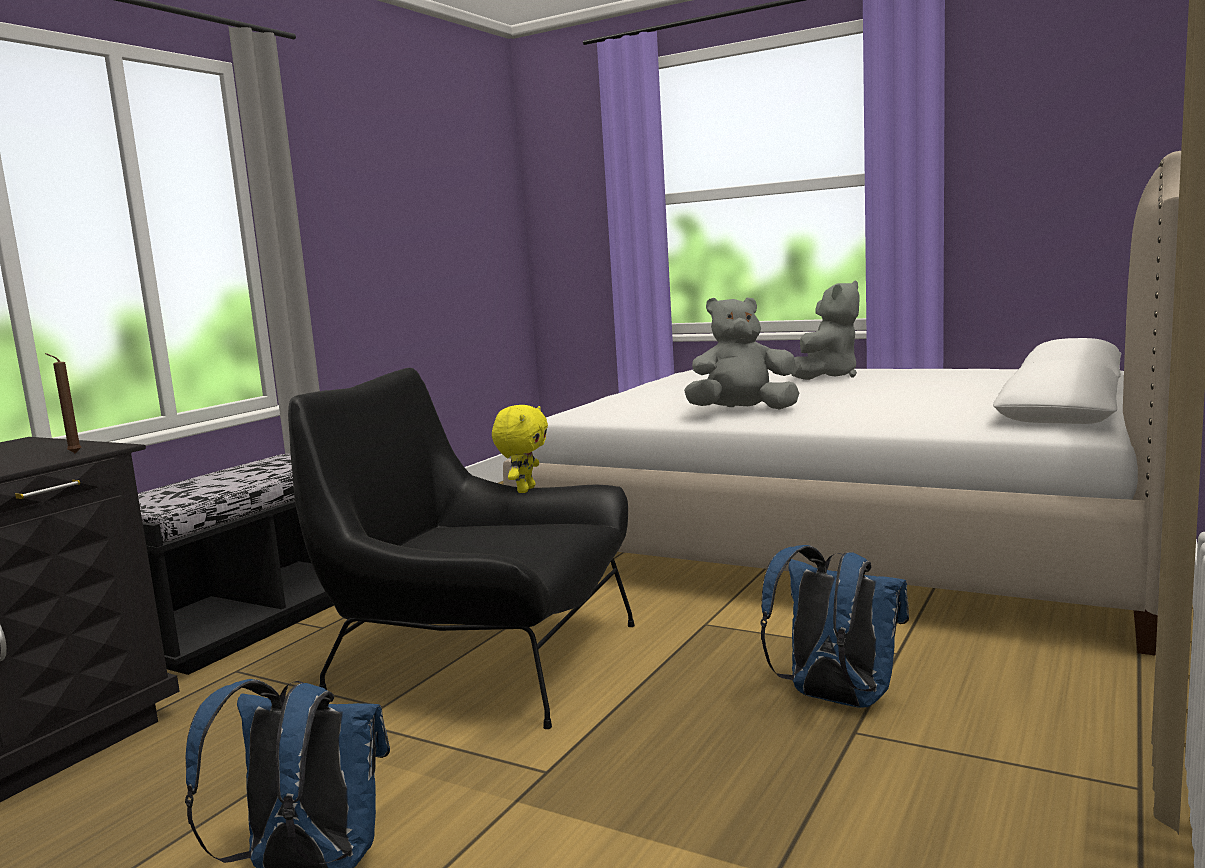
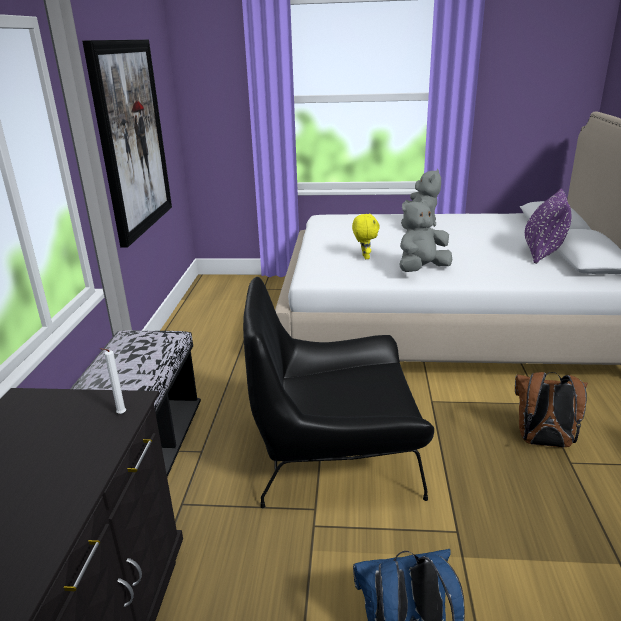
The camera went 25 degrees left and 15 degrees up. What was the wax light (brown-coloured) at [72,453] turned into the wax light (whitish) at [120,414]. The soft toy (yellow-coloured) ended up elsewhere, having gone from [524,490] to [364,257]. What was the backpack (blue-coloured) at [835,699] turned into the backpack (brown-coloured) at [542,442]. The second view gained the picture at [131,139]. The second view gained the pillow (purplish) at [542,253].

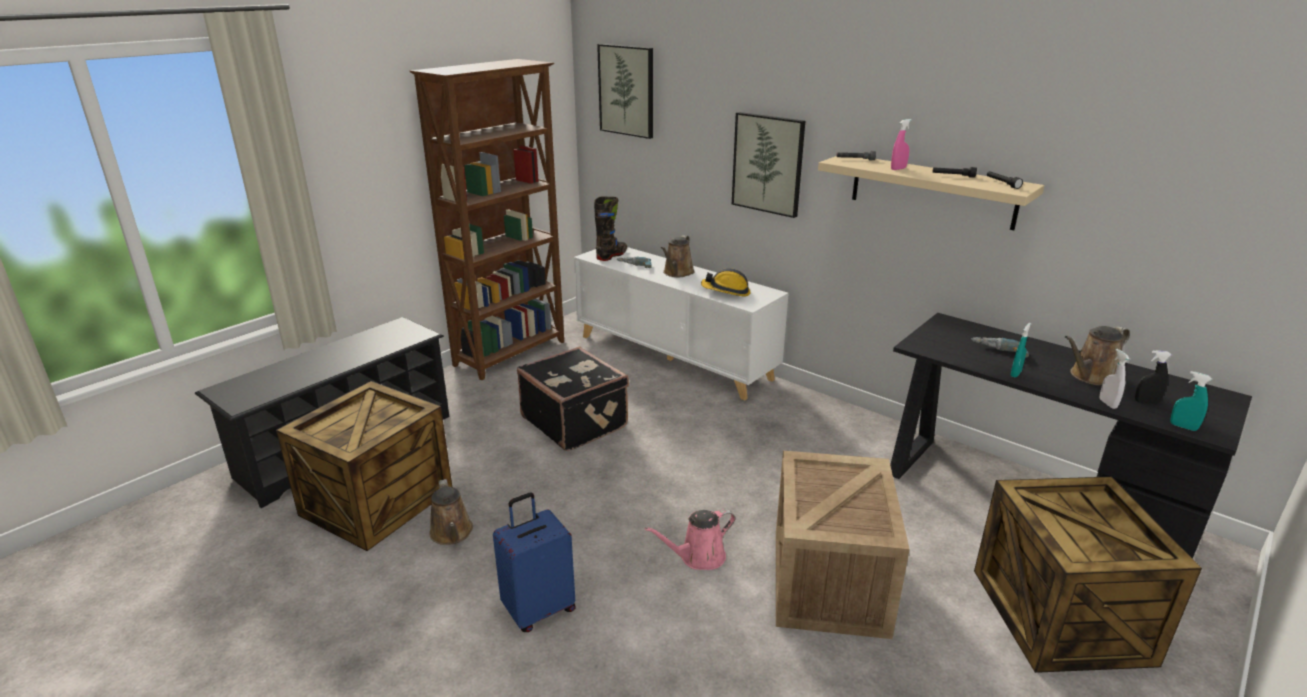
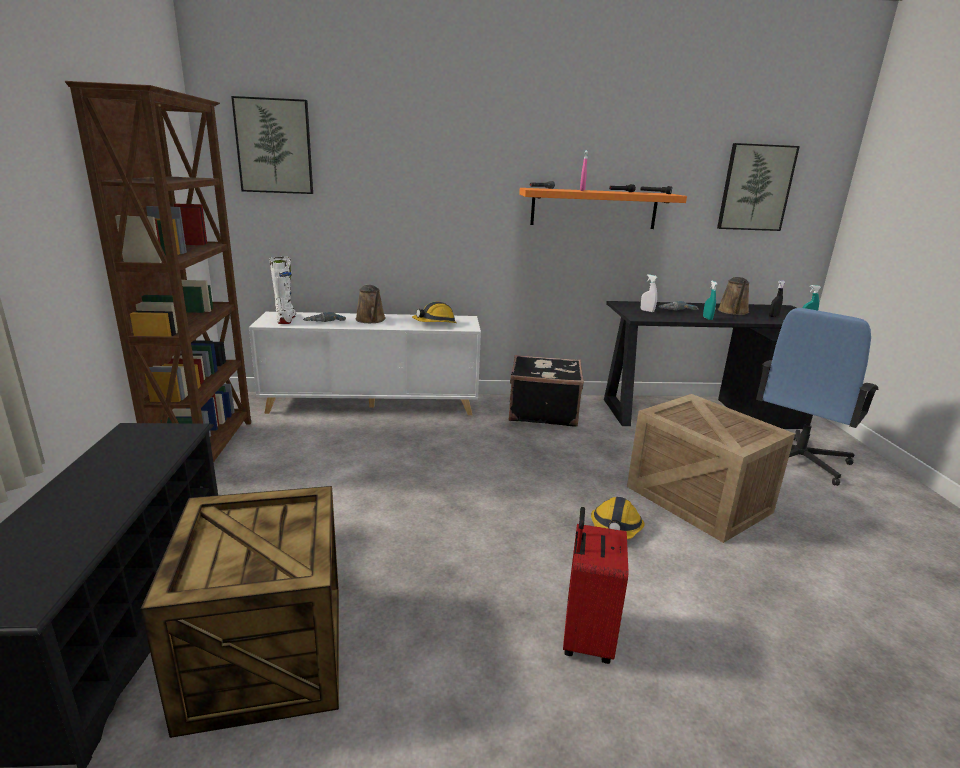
The camera went 45 degrees left and 5 degrees down. The second view lost the sprinkling can (brown-coloured) at [452,533]. What was the piece of luggage (blue-coloured) at [539,609] turned into the piece of luggage (red) at [585,638]. The piece of luggage (black) ended up elsewhere, having gone from [575,421] to [542,411]. What was the tall boot (black) at [612,255] turned into the tall boot (whitish) at [286,319]. Where the sprinkling can (pink-coloured) stood at [698,557], the hard hat came to stand at [616,528]. The picture ended up elsewhere, having gone from [768,164] to [755,188]. What was the shelf (beige) at [932,191] turned into the shelf (orangey) at [594,208]. Where the crate stood at [1057,615], the computer chair (blue-coloured) came to stand at [796,460]. The spray bottle (whitish) ended up elsewhere, having gone from [1107,403] to [647,311].

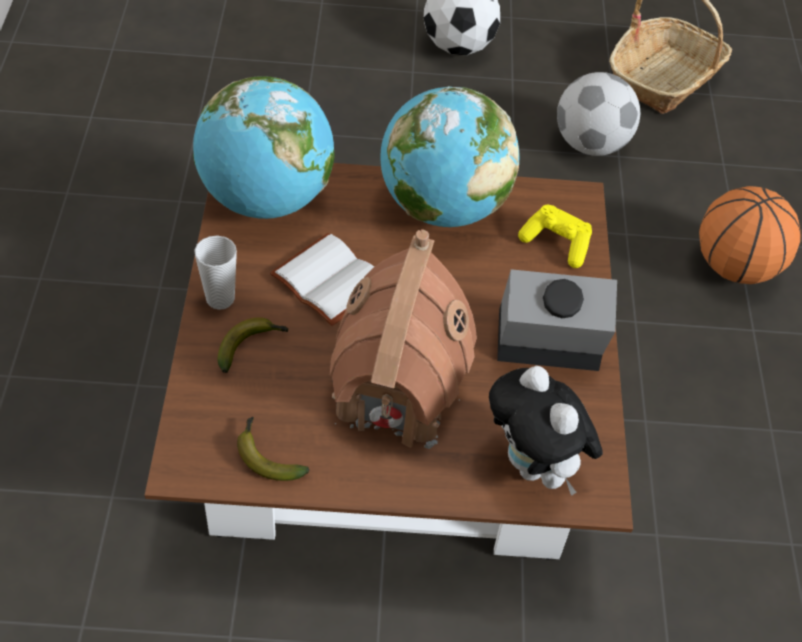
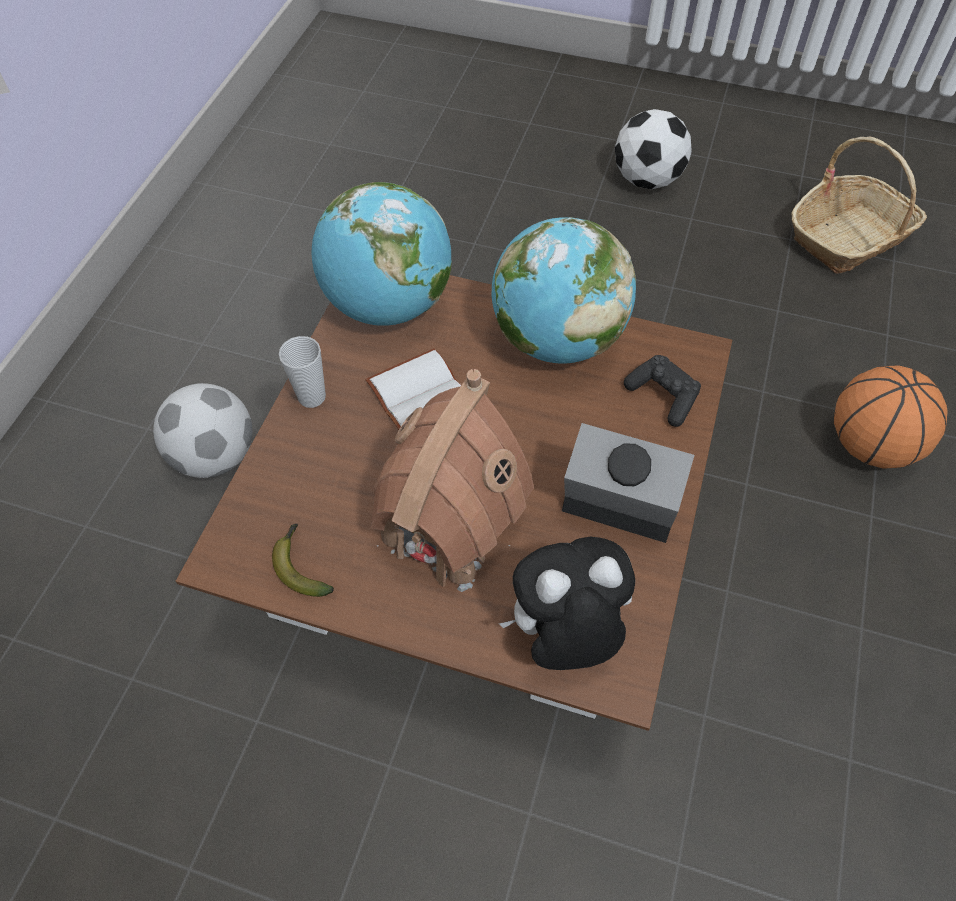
The camera went 20 degrees right and 5 degrees up. The second view lost the whole banana at [251,346]. The soft toy at [535,467] ended up facing another way, 90 degrees clockwise from before. What was the game controller (yellow-coloured) at [556,243] turned into the game controller (black) at [663,396]. The ball for football ended up elsewhere, having gone from [591,144] to [216,456].

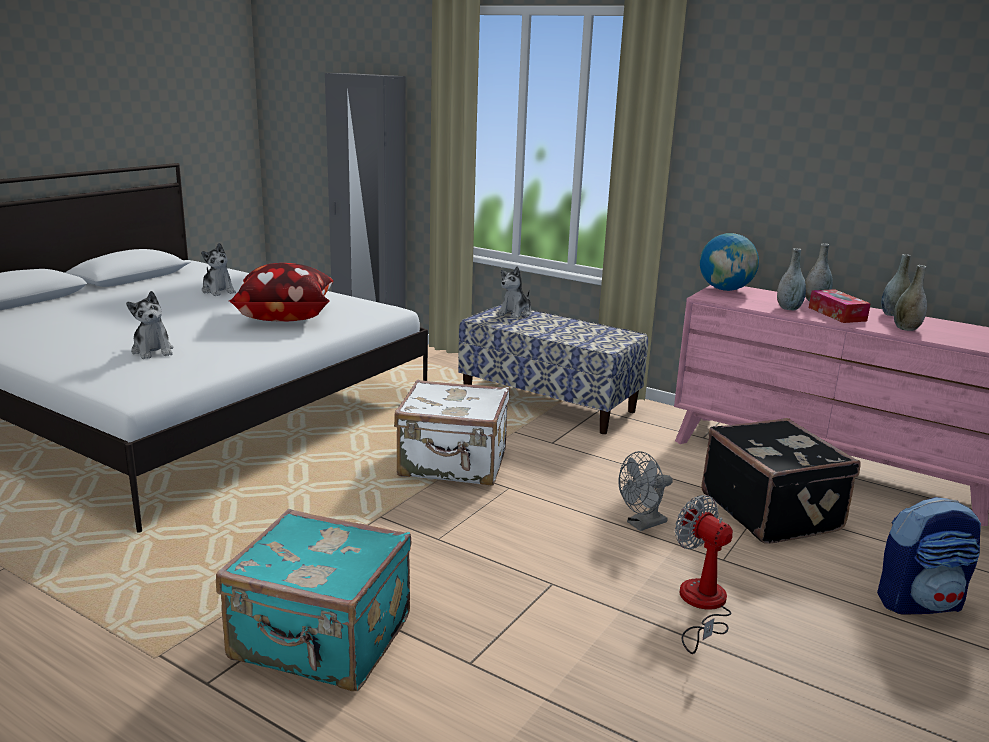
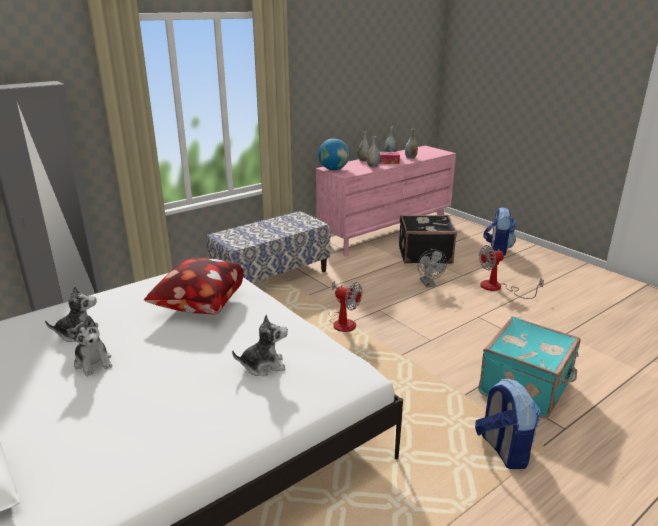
The camera went 70 degrees left and 5 degrees up. Where the piece of luggage (whitish) stood at [453,464], the cooling fan came to stand at [343,321]. The soft toy ended up elsewhere, having gone from [515,313] to [93,362]. The second view gained the backpack at [502,450].

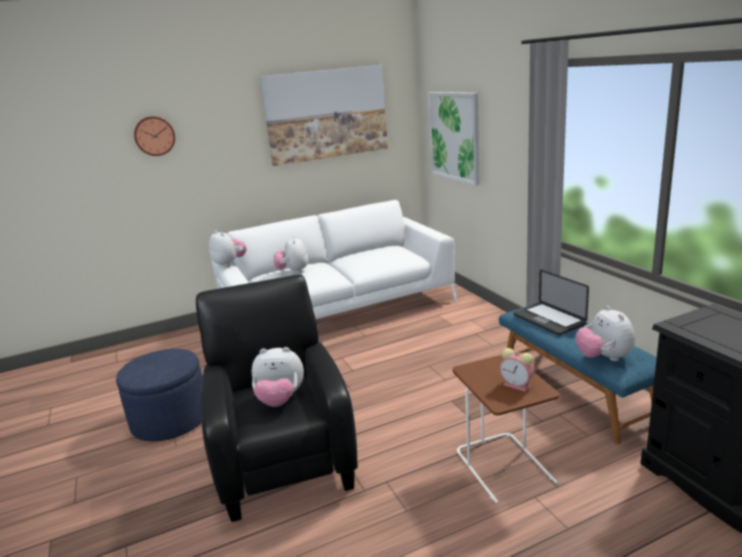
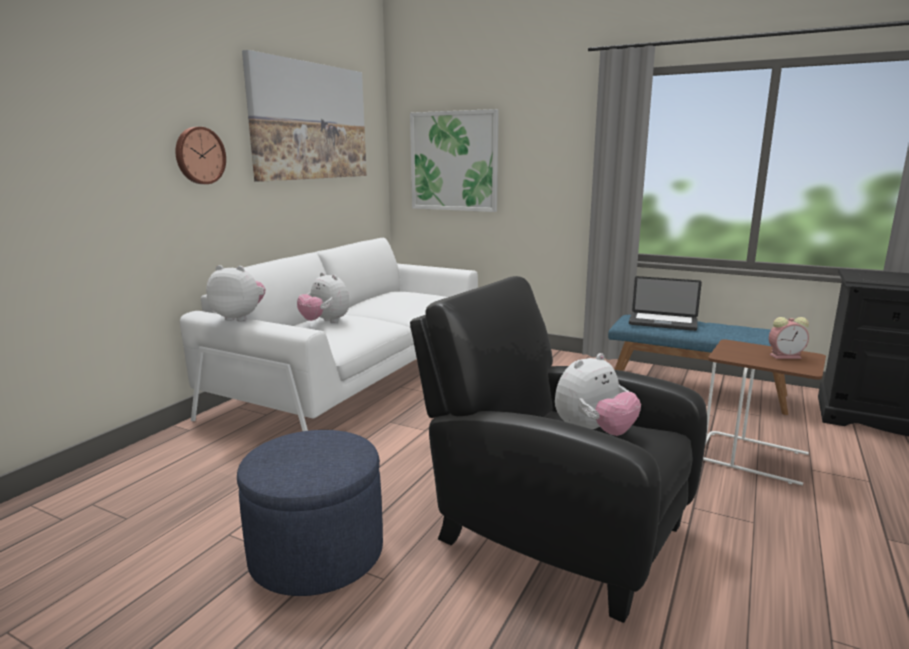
The camera went 40 degrees left and 5 degrees down. The clock on the wall ended up elsewhere, having gone from [154,136] to [199,155]. The second view lost the soft toy at [604,358].

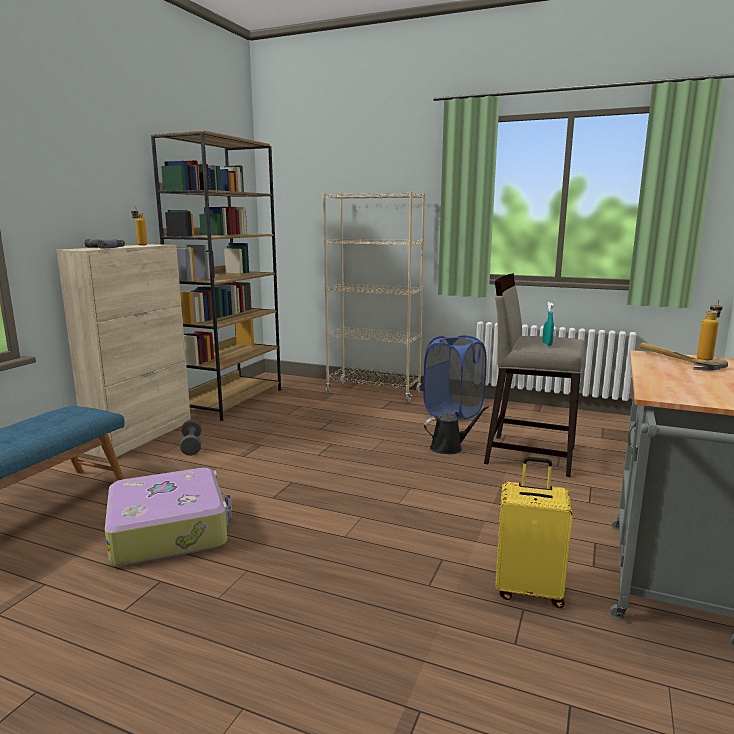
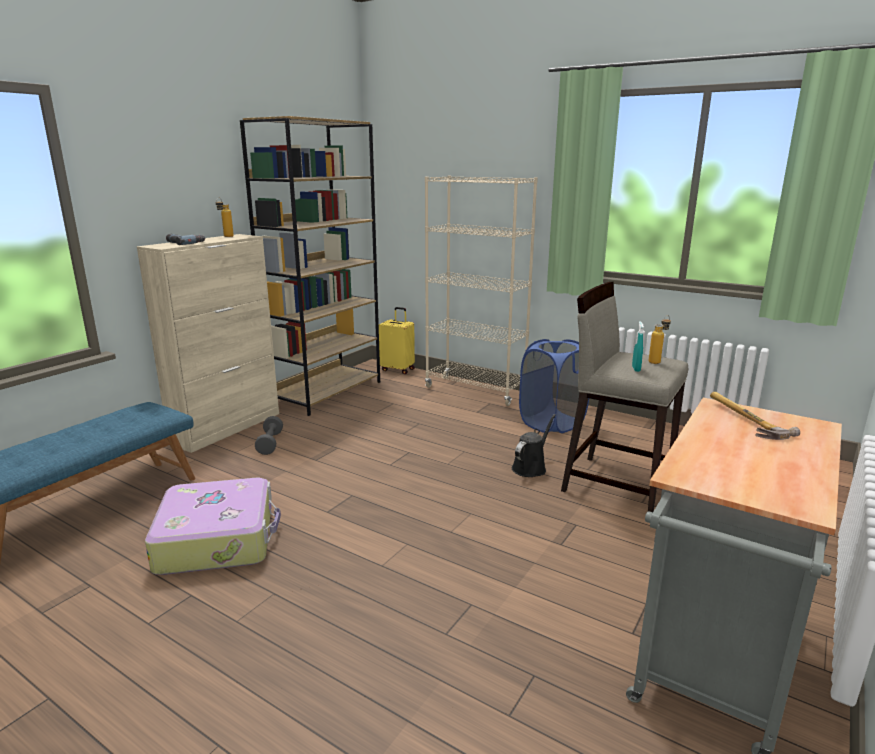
The camera went 10 degrees right and 5 degrees up. The sprinkling can (black) at [449,447] ended up facing another way, 45 degrees counterclockwise from before. The piece of luggage (yellow-coloured) ended up elsewhere, having gone from [529,589] to [398,369]. The bottle ended up elsewhere, having gone from [706,358] to [657,361].

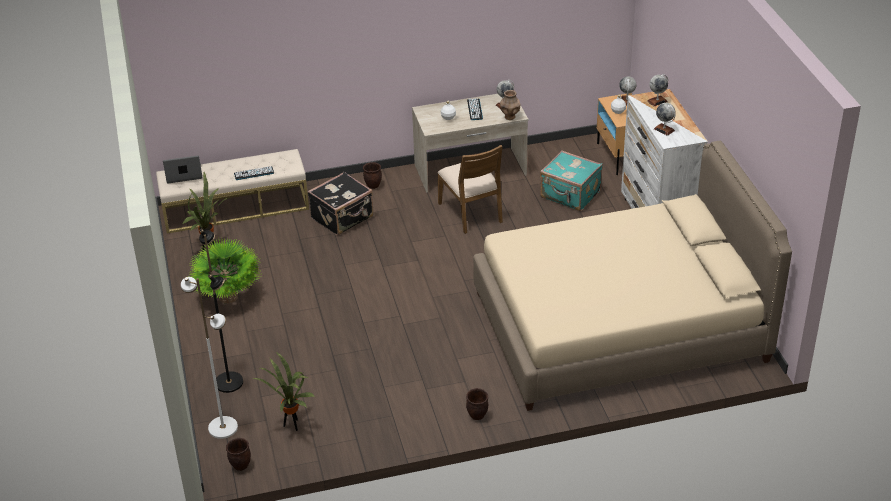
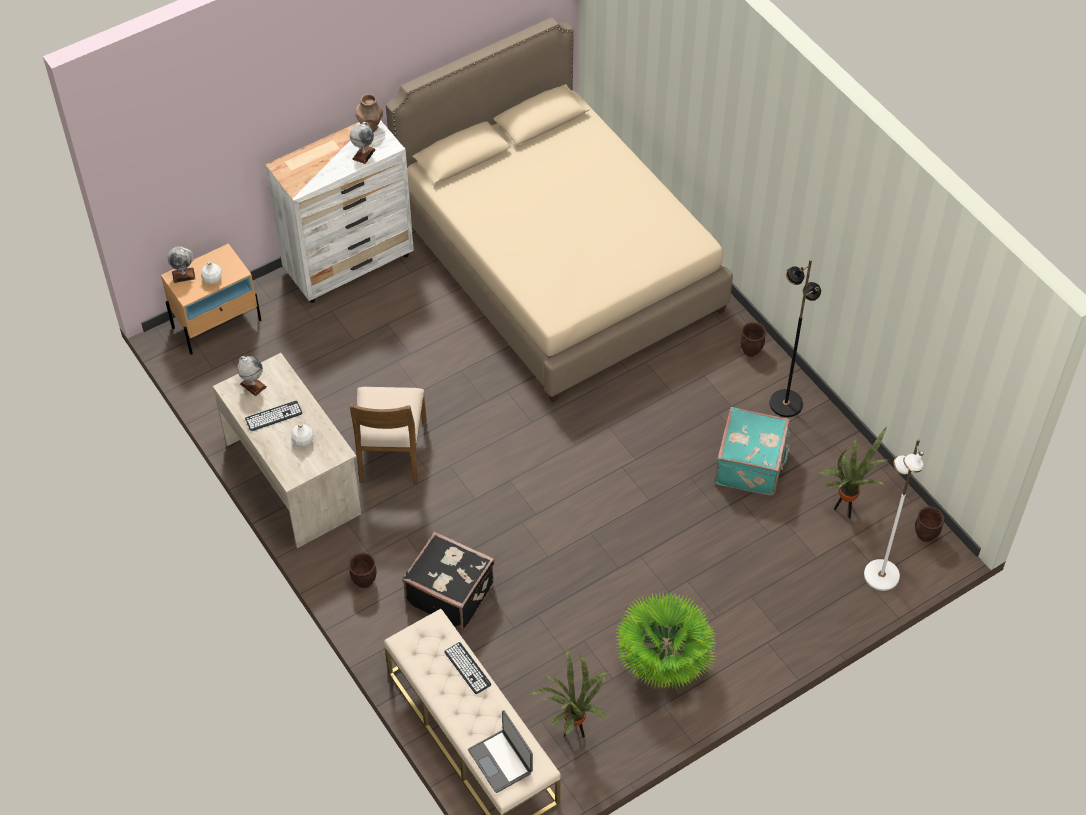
The camera went 110 degrees left and 15 degrees up. The floor lamp (black) ended up elsewhere, having gone from [229,382] to [785,403]. The plain chair (brown-coloured) at [471,212] ended up facing another way, 135 degrees clockwise from before. The decorative vase (brown-coloured) ended up elsewhere, having gone from [510,117] to [370,127]. The piece of luggage (turquoise-coloured) ended up elsewhere, having gone from [570,195] to [751,465]. The second view lost the world globe at [657,101].

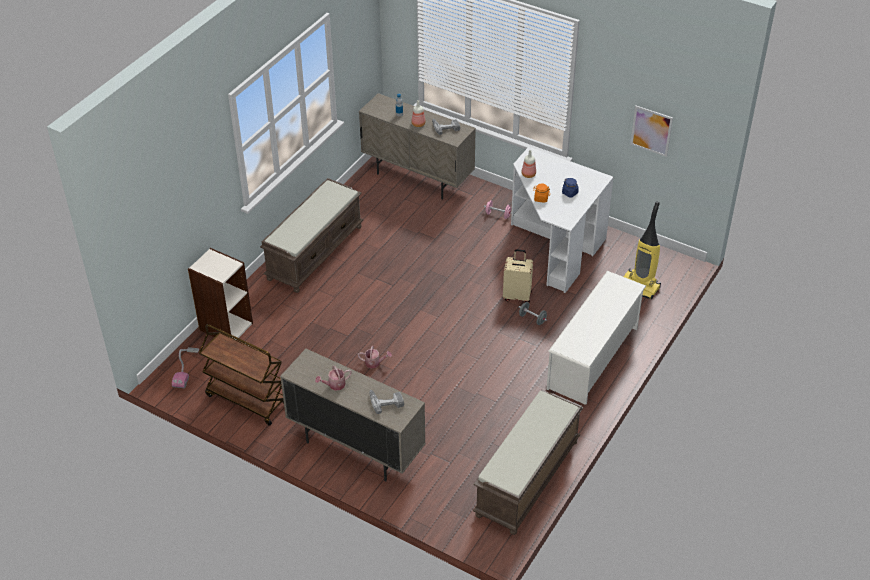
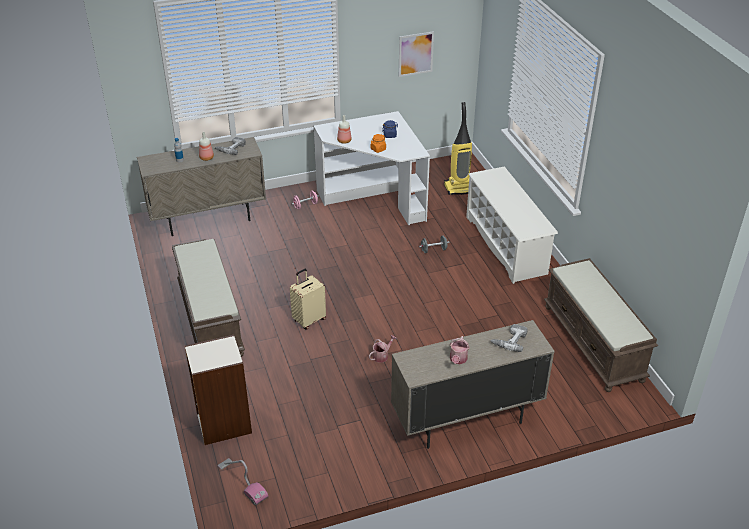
The camera went 50 degrees left and 5 degrees down. The second view lost the trolley (brown-coloured) at [246,400]. The piece of luggage (beige) ended up elsewhere, having gone from [517,296] to [309,320].

